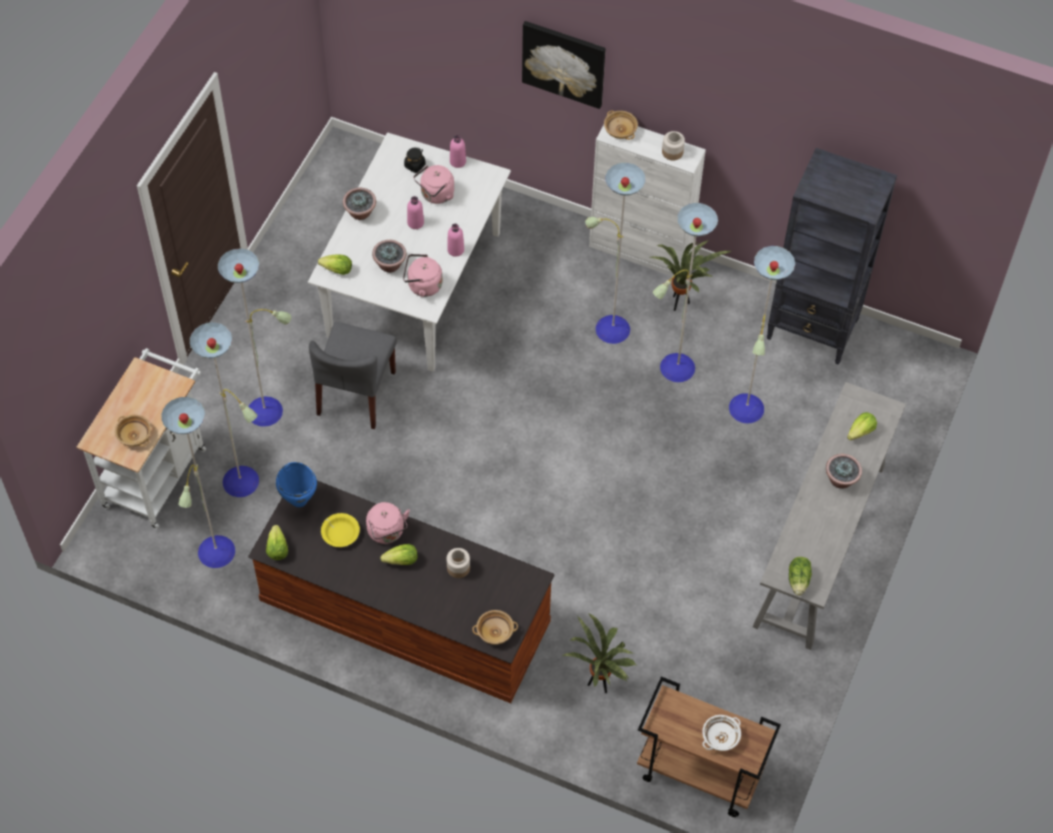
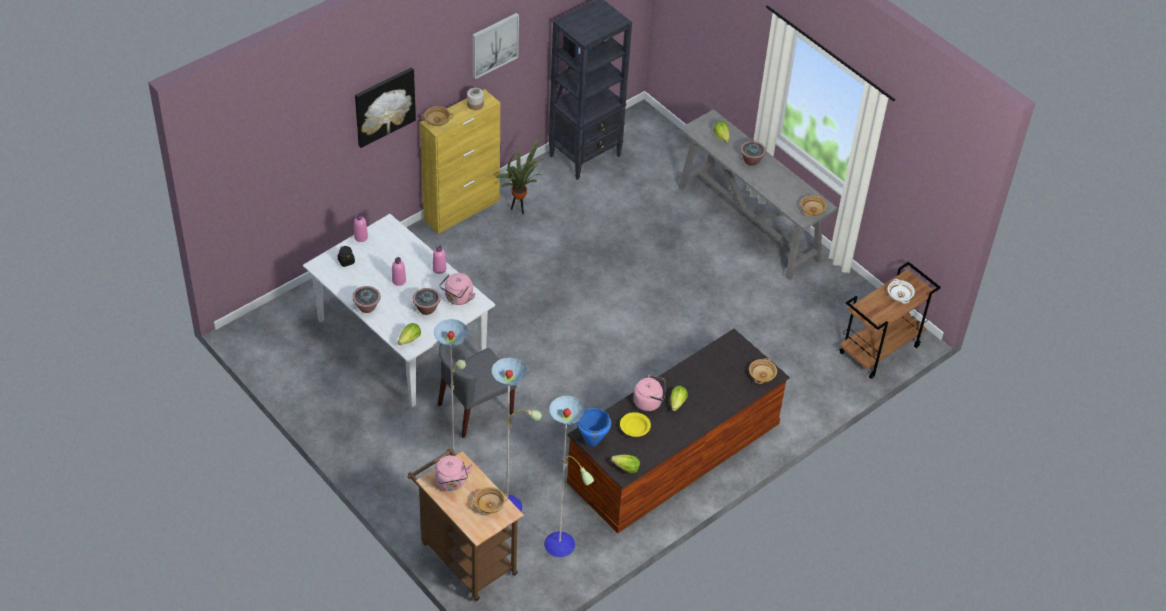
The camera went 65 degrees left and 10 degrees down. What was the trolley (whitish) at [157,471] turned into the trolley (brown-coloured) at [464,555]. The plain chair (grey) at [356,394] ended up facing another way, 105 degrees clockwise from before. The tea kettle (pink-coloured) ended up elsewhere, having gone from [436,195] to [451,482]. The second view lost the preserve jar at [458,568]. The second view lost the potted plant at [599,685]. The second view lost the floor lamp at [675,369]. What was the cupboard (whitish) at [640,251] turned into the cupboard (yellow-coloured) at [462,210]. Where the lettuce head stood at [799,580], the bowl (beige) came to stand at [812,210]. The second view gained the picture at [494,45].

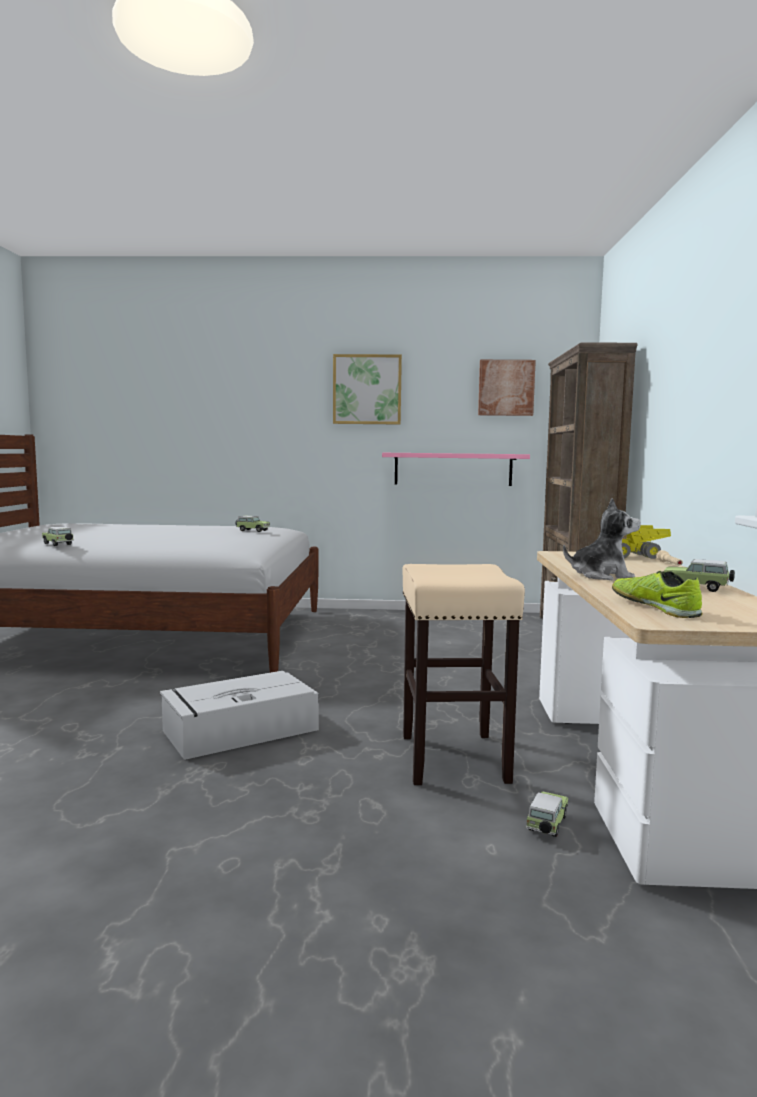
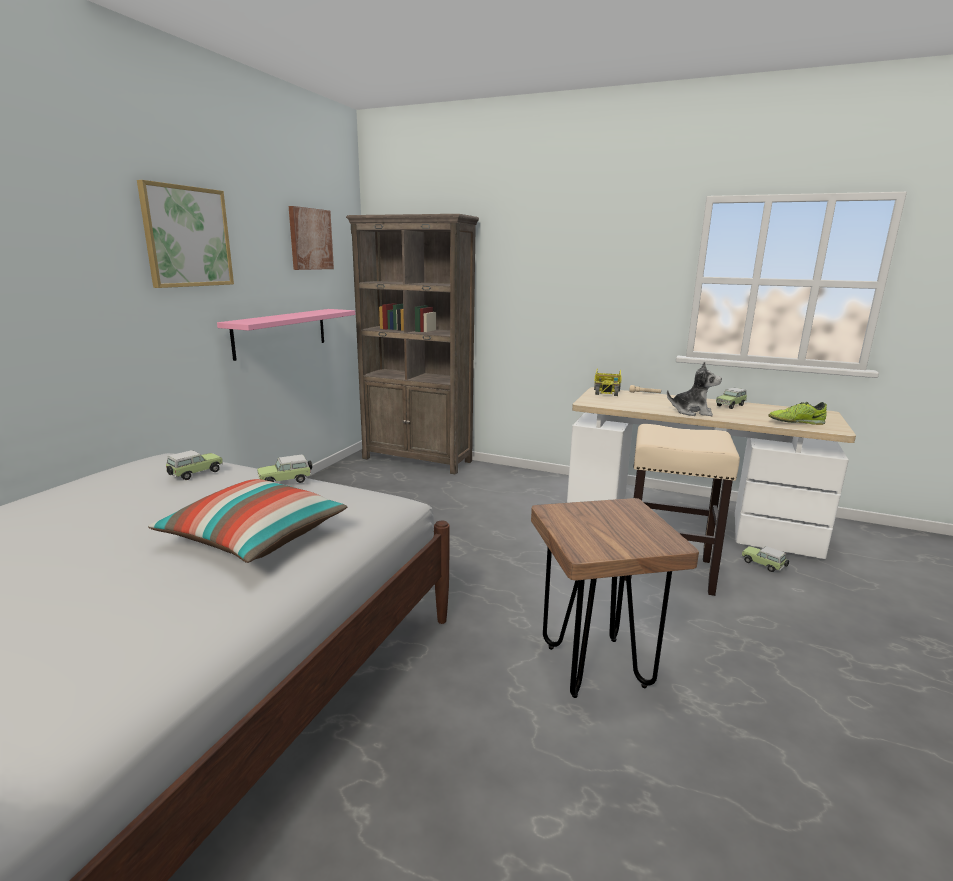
The camera went 70 degrees left and 10 degrees up. The model car ended up elsewhere, having gone from [58,544] to [287,481]. Where the storage container (grey) stood at [238,731], the stool (brown-coloured) came to stand at [595,666]. The soft toy at [601,576] ended up facing another way, 90 degrees clockwise from before. The second view gained the pillow at [255,538].

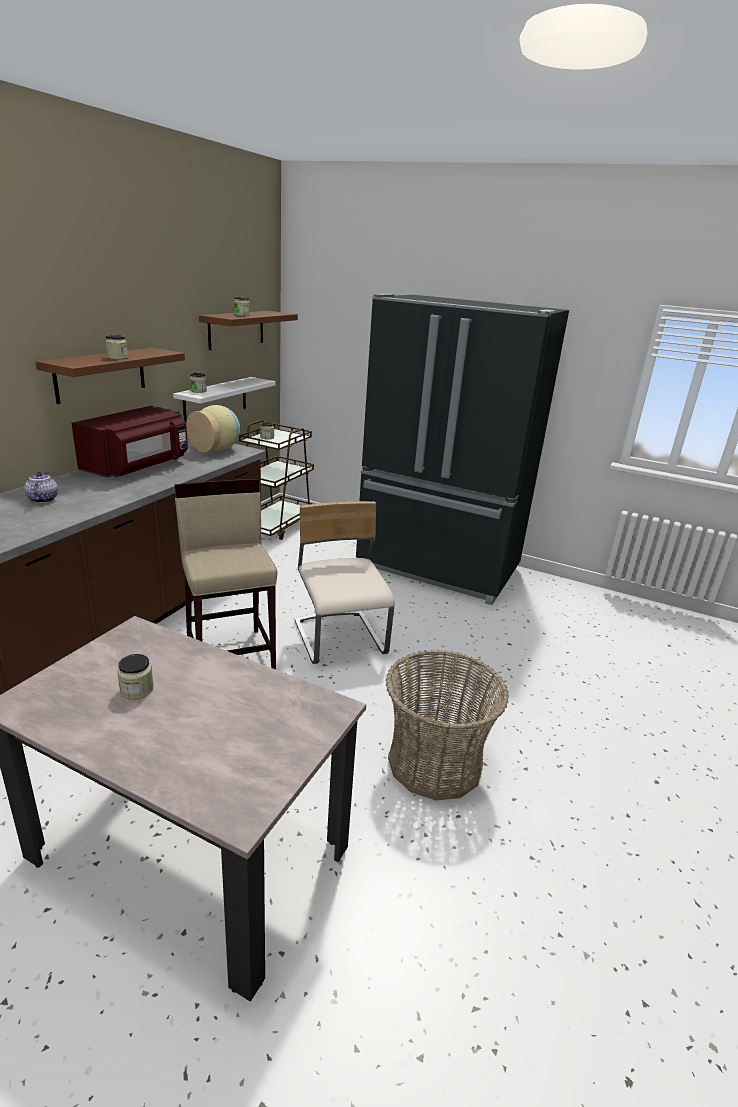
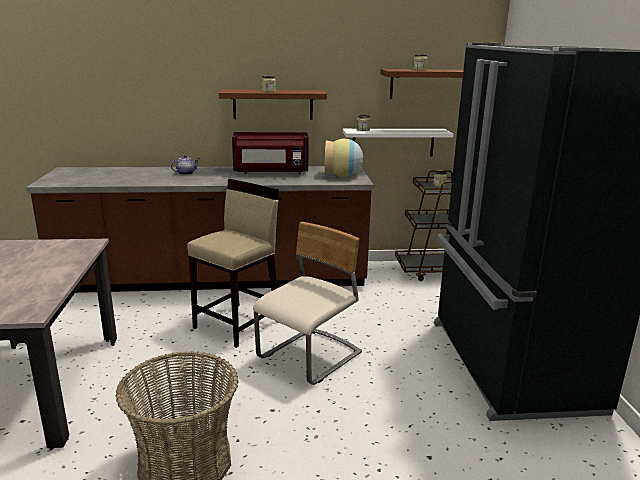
The camera went 60 degrees right and 5 degrees down. The second view lost the preserve jar at [137,689].

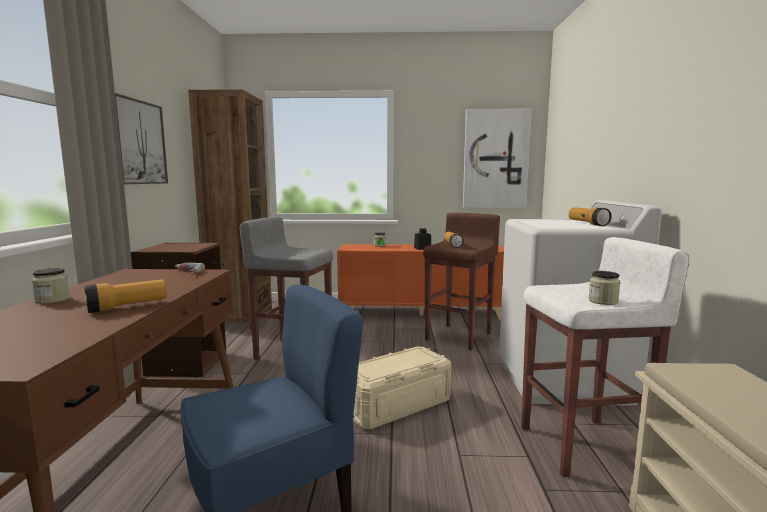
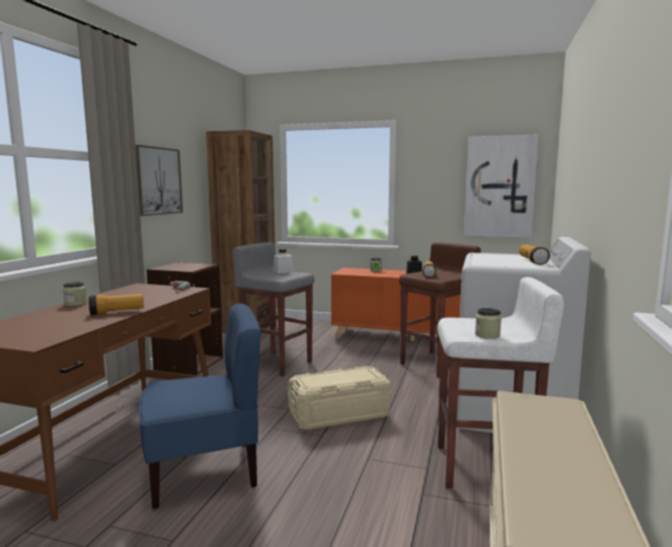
The camera went 15 degrees right and 0 degrees up. The second view gained the preserve jar (whitish) at [283,271].

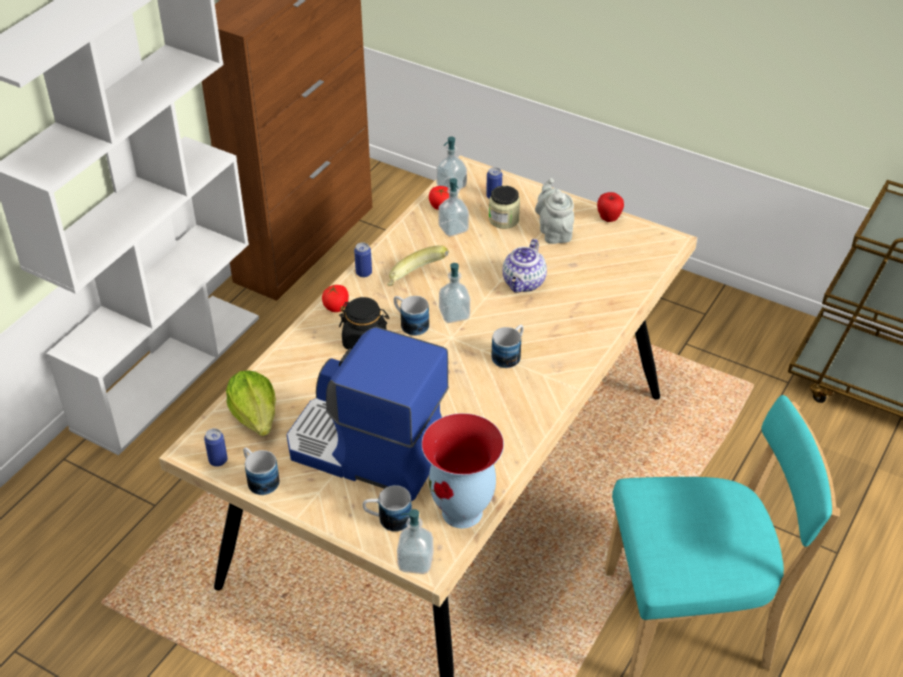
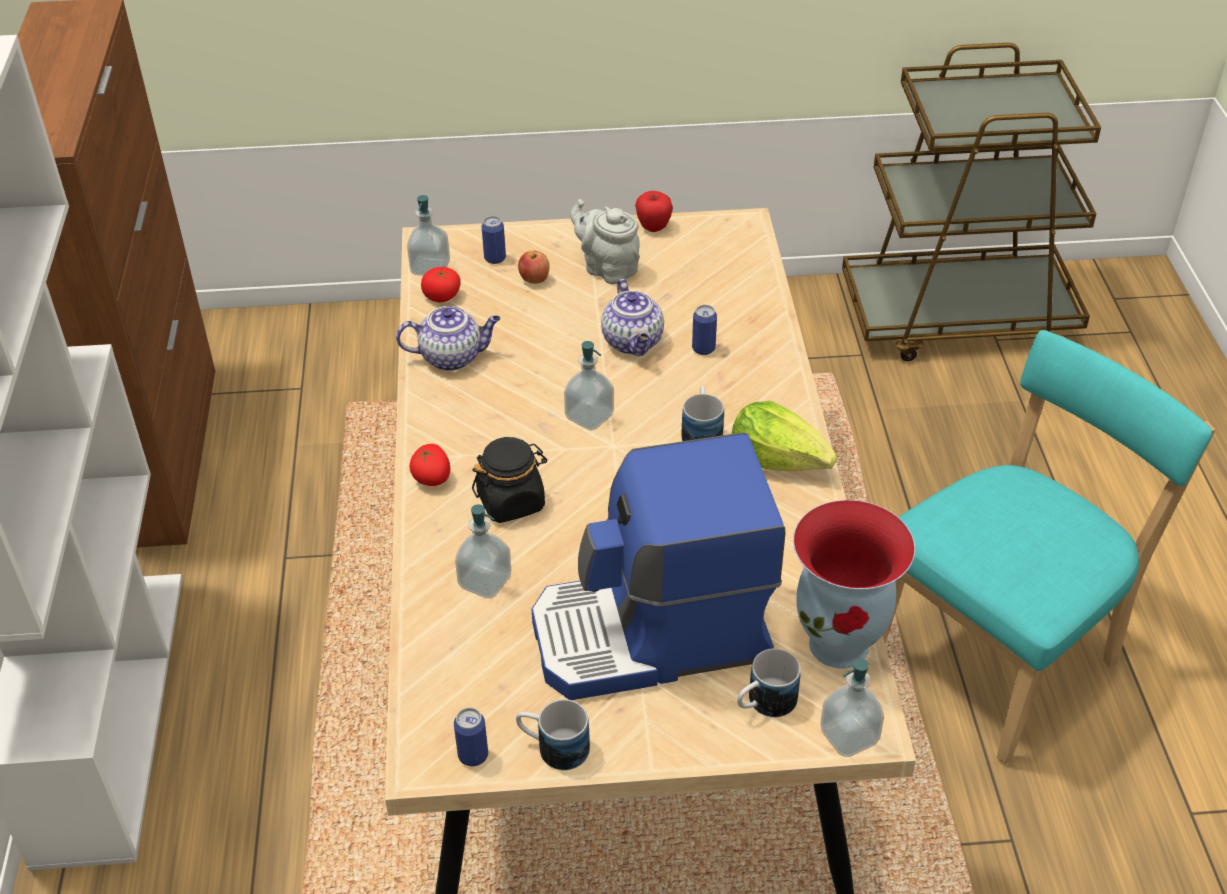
The camera went 35 degrees left and 0 degrees up. The lettuce head ended up elsewhere, having gone from [256,417] to [779,459]. The metal can ended up elsewhere, having gone from [364,273] to [703,349]. The second view lost the whole banana at [416,280]. The second view lost the tea mug at [410,323]. The soap bottle ended up elsewhere, having gone from [453,229] to [485,582]. Where the preserve jar stood at [504,219], the apple came to stand at [534,280]. The second view gained the pot for tea at [452,357].

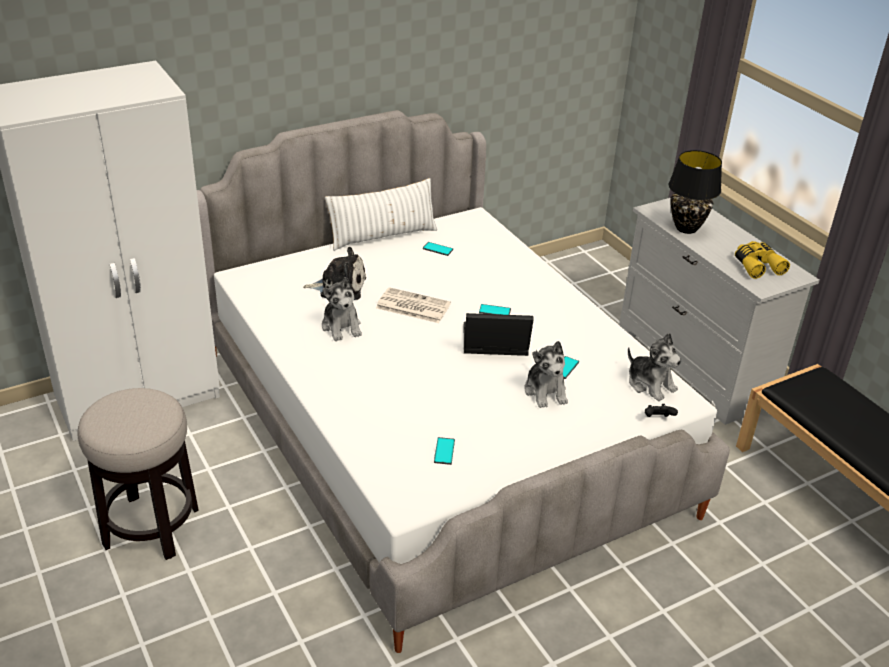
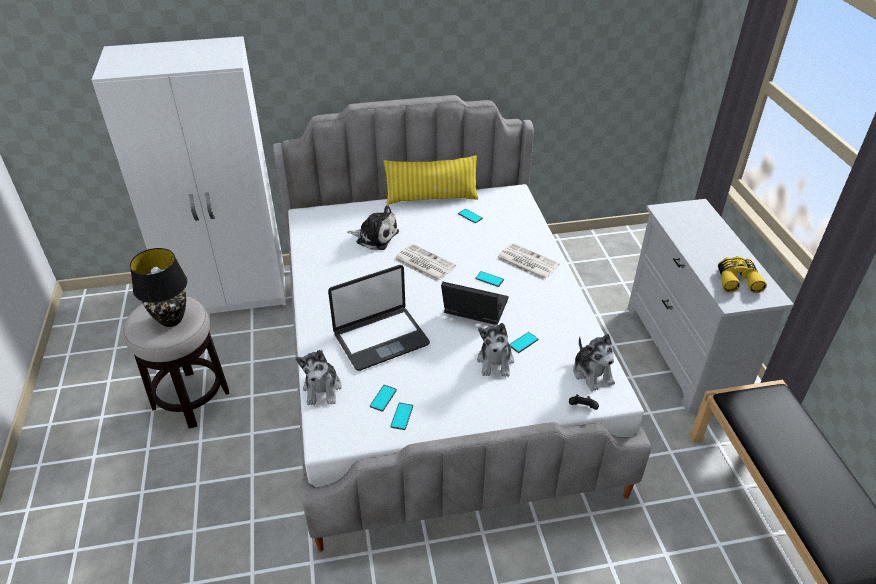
The camera went 20 degrees right and 5 degrees up. The soft toy ended up elsewhere, having gone from [341,326] to [322,388]. What was the pillow (whitish) at [382,236] turned into the pillow (yellow-coloured) at [431,198]. The lamp for a table (black) ended up elsewhere, having gone from [686,228] to [171,320]. The second view gained the portable computer at [380,338]. The second view gained the handset at [401,416]. The second view gained the newspaper at [526,262].

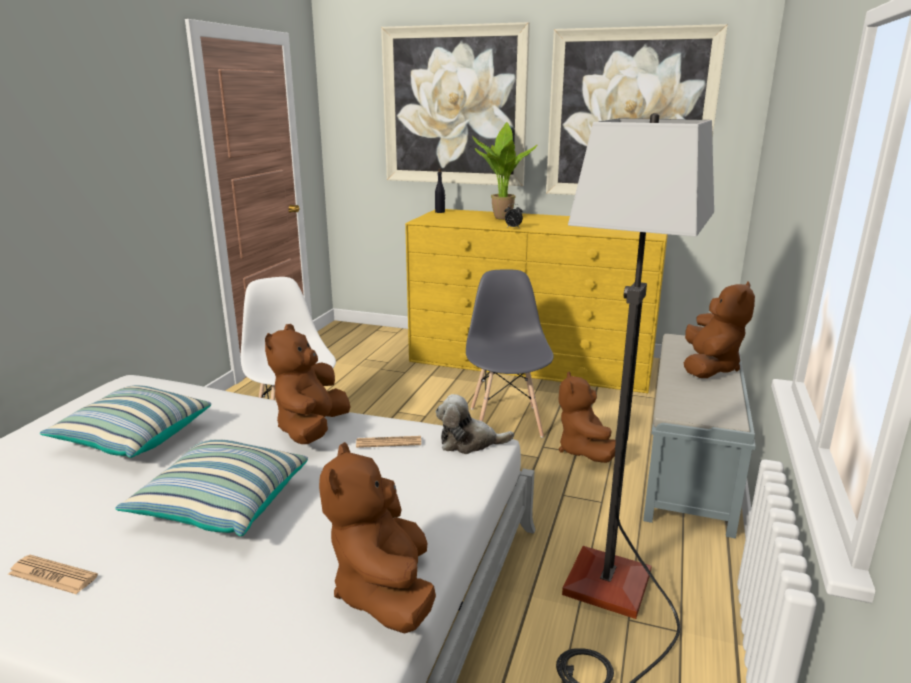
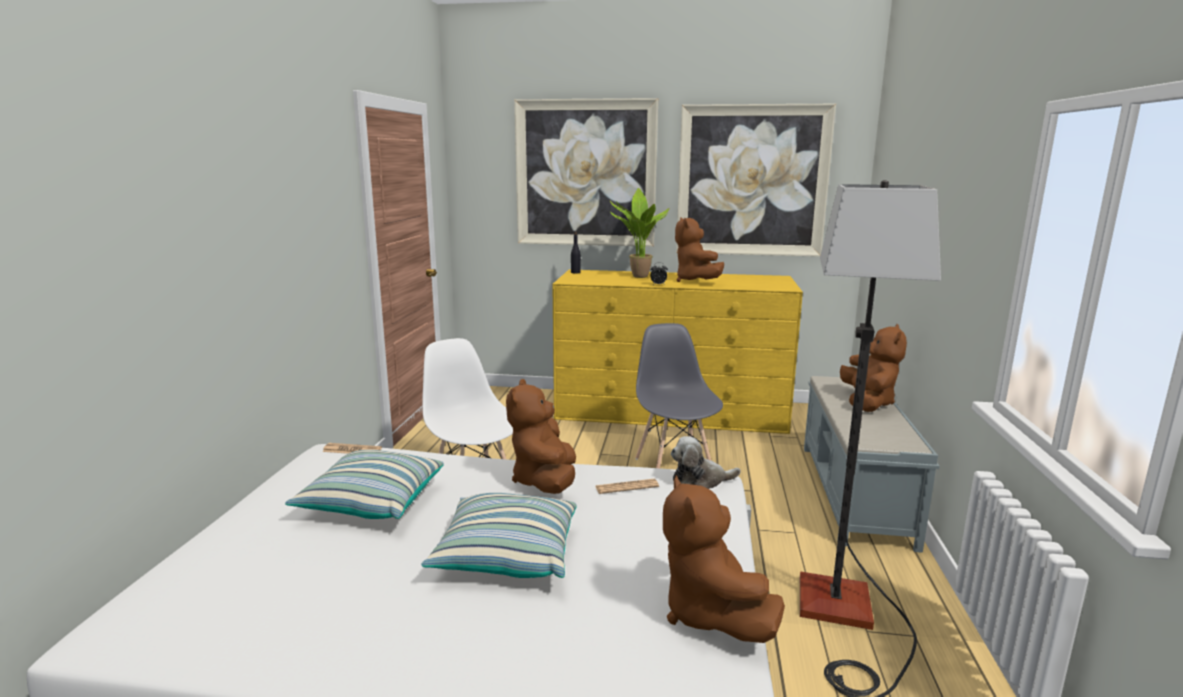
The camera went 10 degrees left and 5 degrees down. The newspaper ended up elsewhere, having gone from [52,575] to [352,450]. The soft toy (brown-coloured) ended up elsewhere, having gone from [584,451] to [695,281].

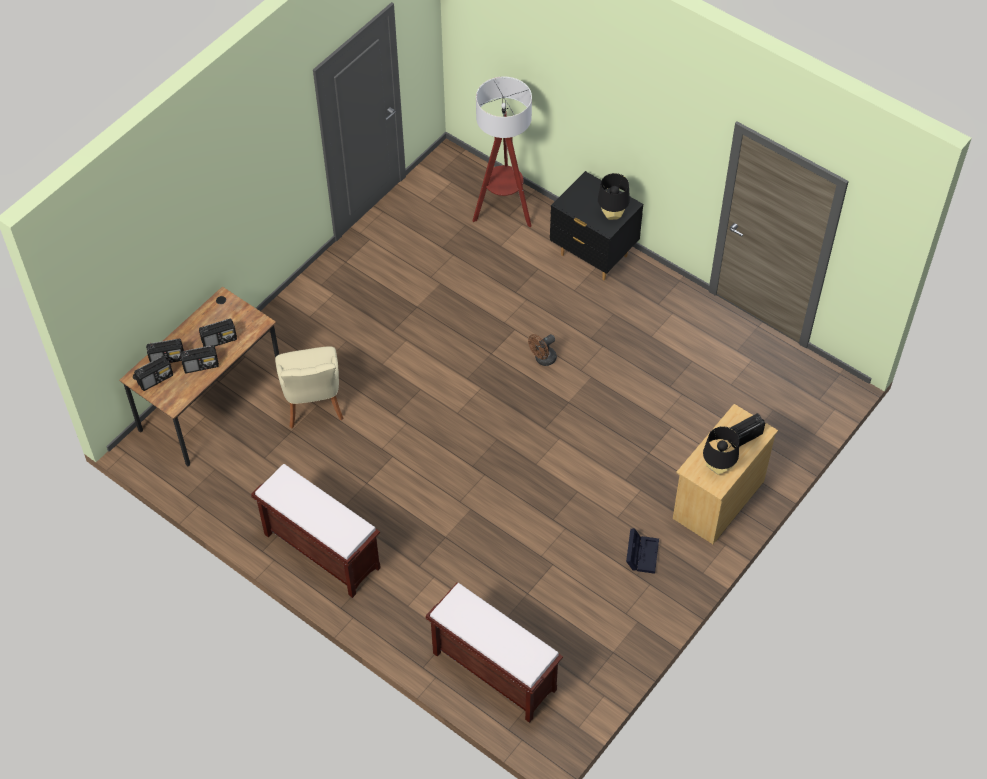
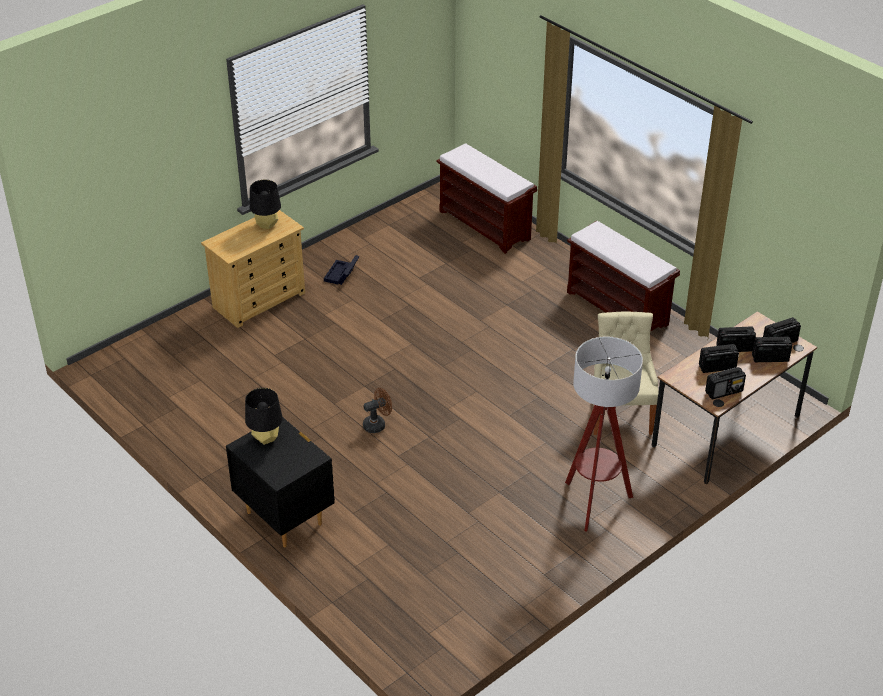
The camera went 170 degrees left and 15 degrees down. The floor lamp ended up elsewhere, having gone from [503,211] to [594,503]. The radio ended up elsewhere, having gone from [744,437] to [724,391].

